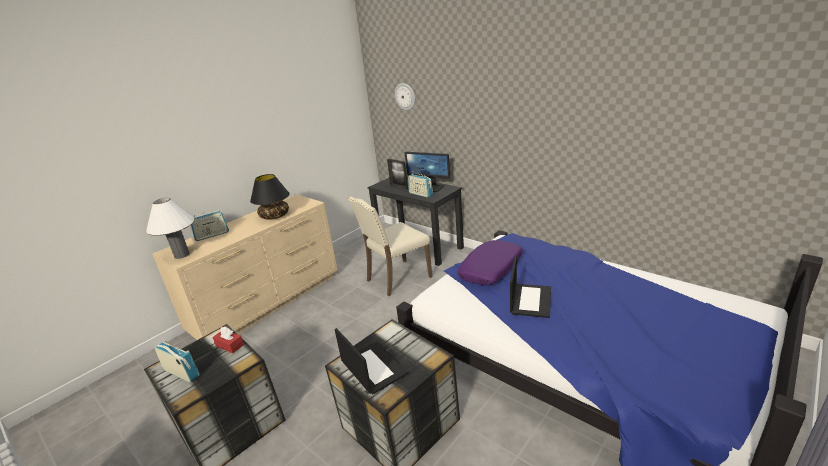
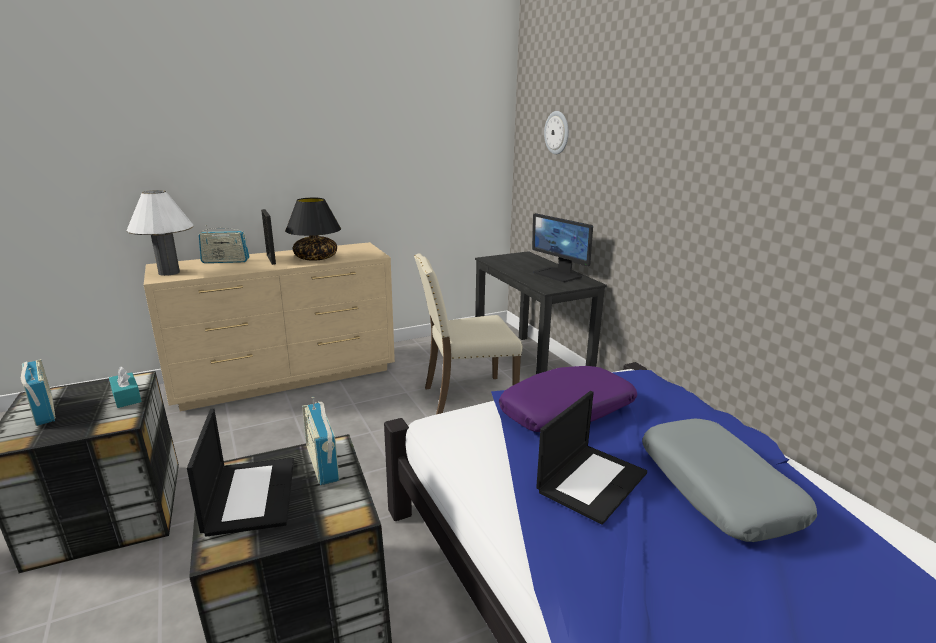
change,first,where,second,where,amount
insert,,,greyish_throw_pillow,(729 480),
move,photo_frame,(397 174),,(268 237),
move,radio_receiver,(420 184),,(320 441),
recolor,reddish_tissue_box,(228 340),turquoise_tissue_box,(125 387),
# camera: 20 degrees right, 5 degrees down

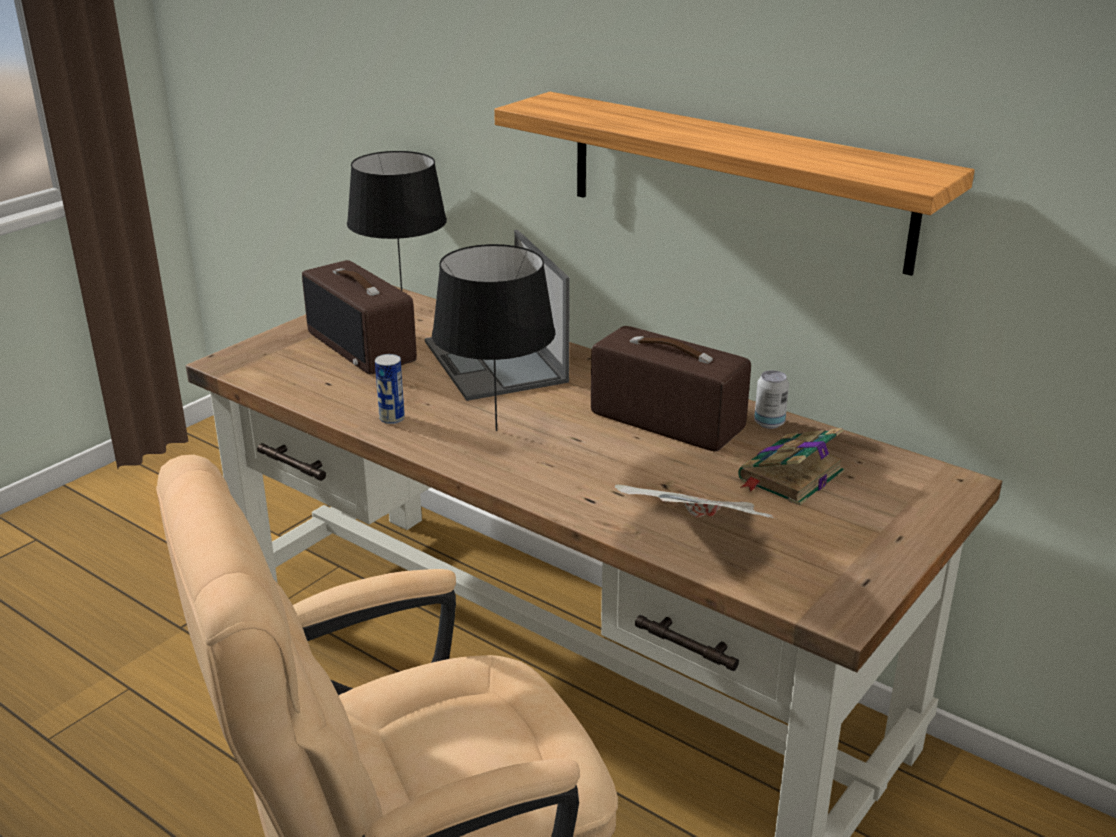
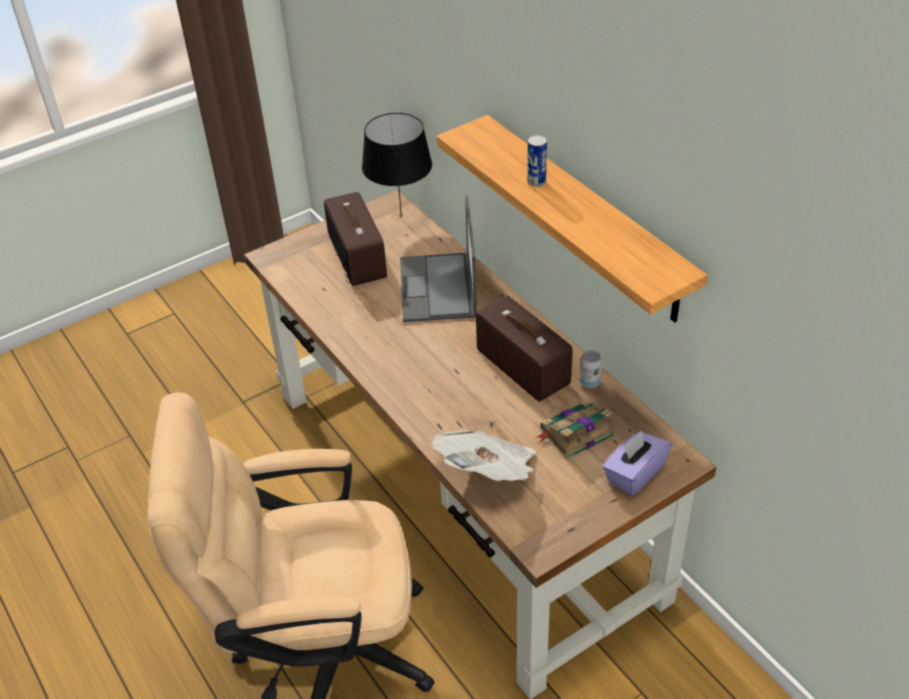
change,first,where,second,where,amount
delete,black_table_lamp,(493 337),,,
insert,,,purplish_tissue_box,(636 463),
move,sealed_can,(390 389),,(537 161),
# camera: 20 degrees right, 15 degrees up

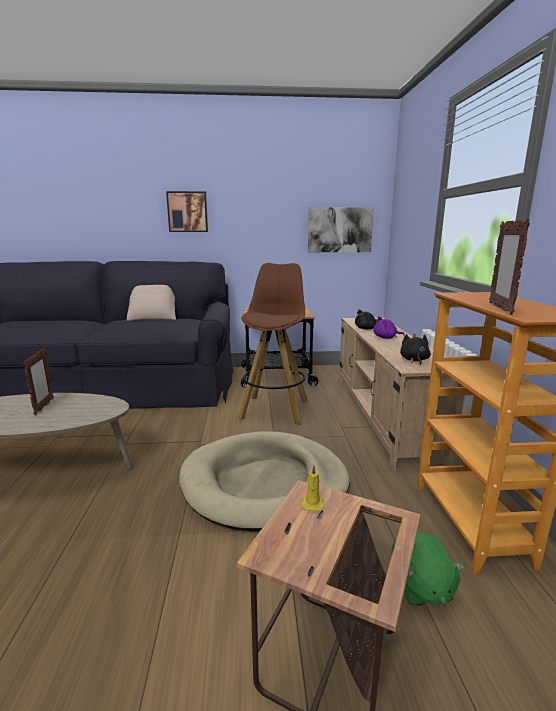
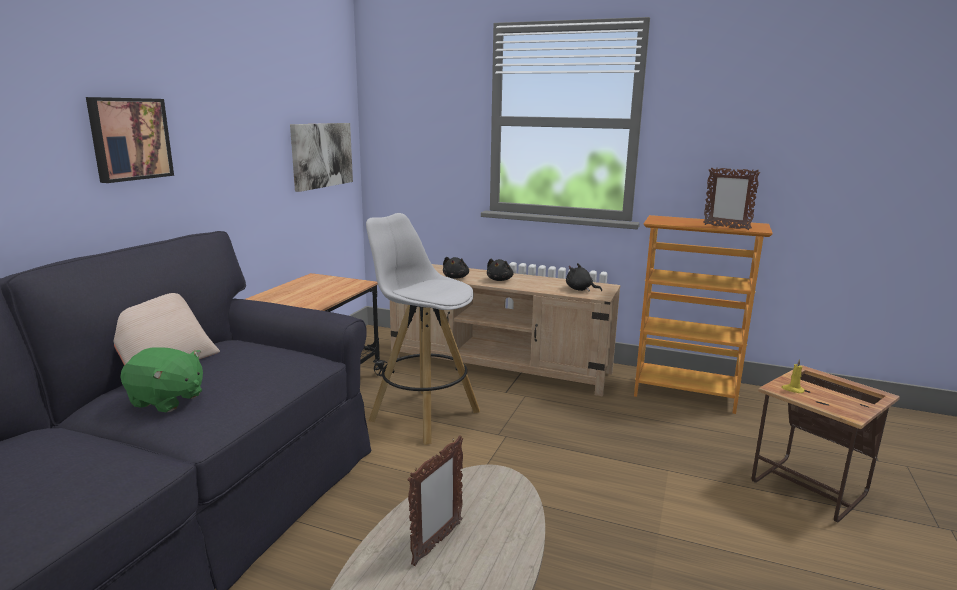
change,first,where,second,where,amount
delete,sand-coloured_dog_bed,(264 481),,,
move,green_plush_toy,(428 569),,(161 379),
recolor,brownish_stool_seat,(272 343),white_stool_seat,(423 329),
recolor,purplish_plush_toy,(389 327),black_plush_toy,(500 270),
rotate,photo_frame,(38 381),,(435 500),105 degrees clockwise
# camera: 65 degrees left, 0 degrees up

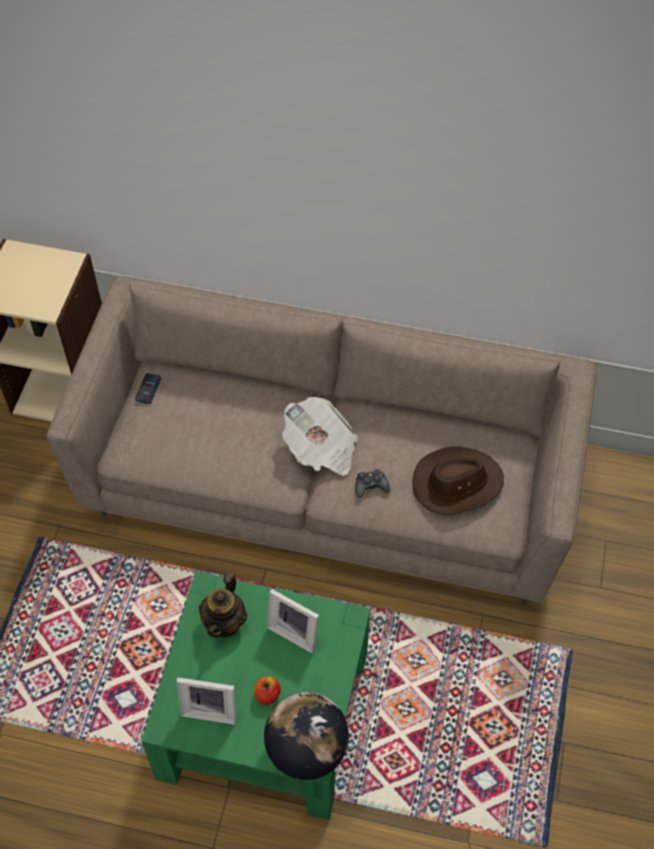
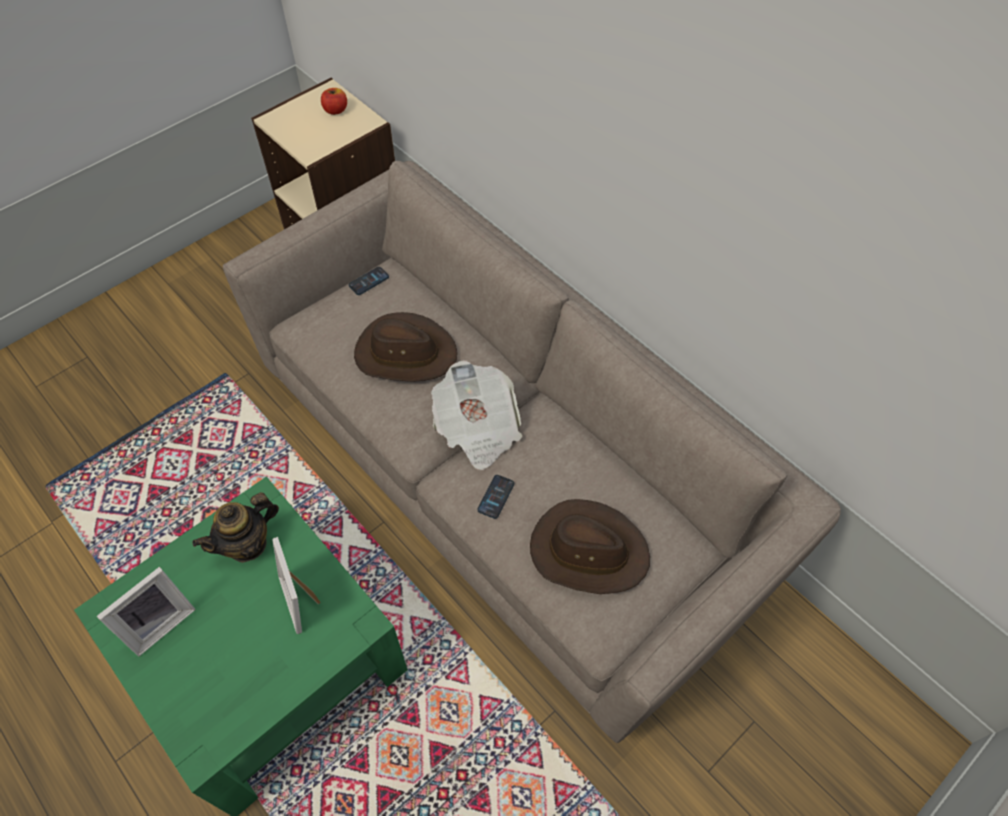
change,first,where,second,where,amount
delete,desk_globe,(306 736),,,
insert,,,brownish_hat,(405 347),
move,apple,(267 690),,(334 101),
replace,black_gamepad,(372 483),telephone,(496 497),
rotate,photo_frame,(207 701),,(146 612),90 degrees counterclockwise
# camera: 35 degrees right, 0 degrees up

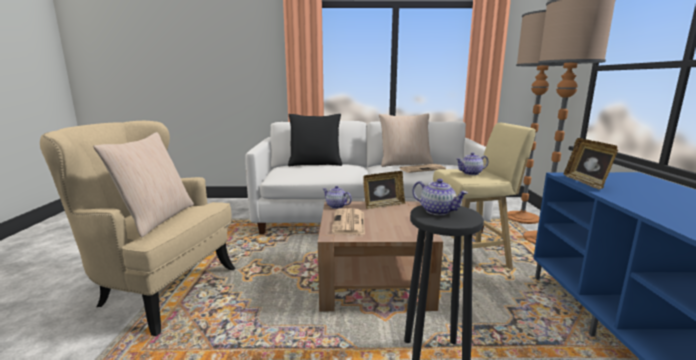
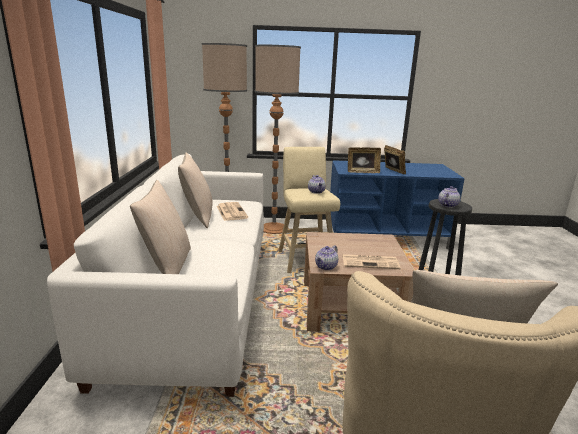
change,first,where,second,where,amount
move,photo_frame,(384 190),,(395 159),
recolor,black_throw_pillow,(315 140),sand-coloured_throw_pillow,(160 227),
# camera: 90 degrees left, 5 degrees up

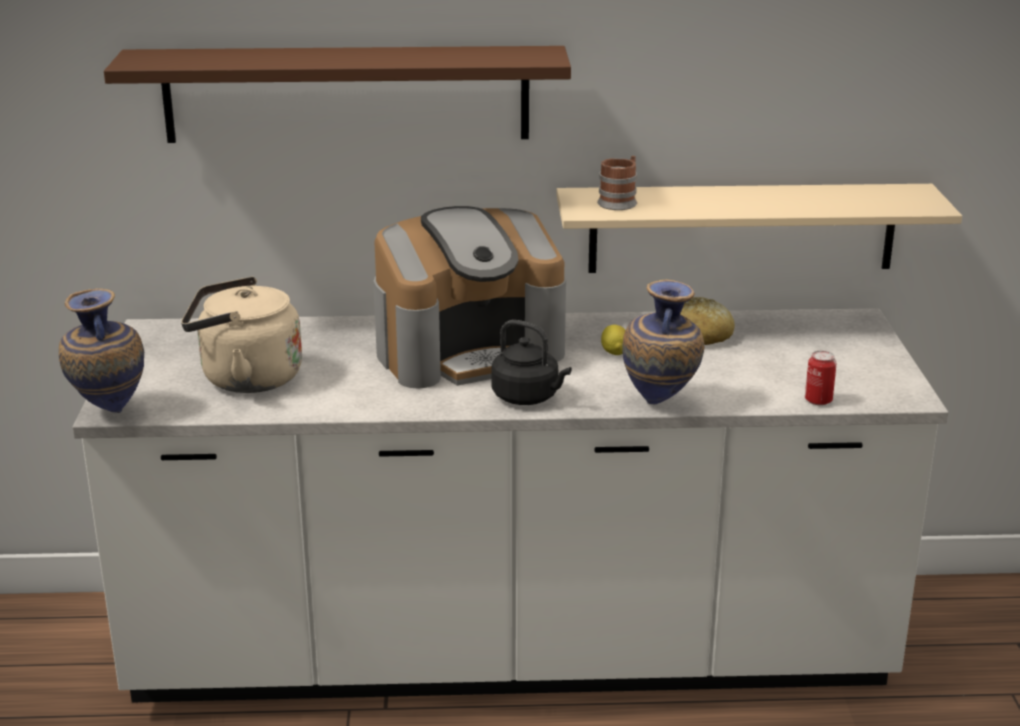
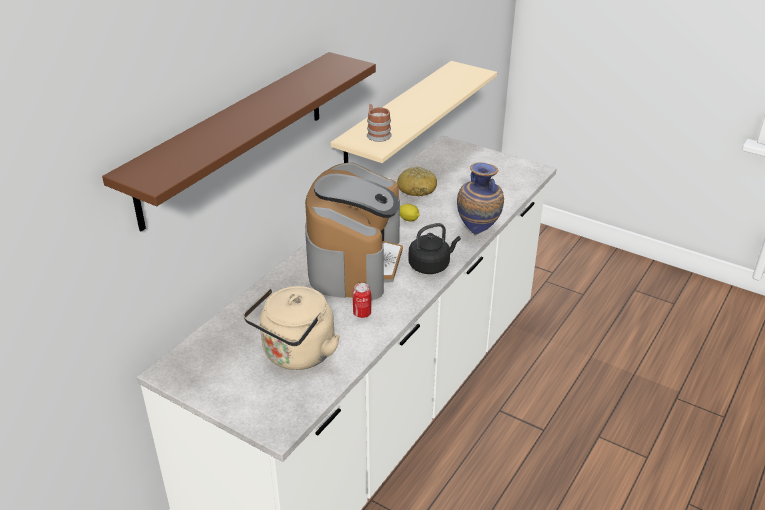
change,first,where,second,where,amount
delete,decorative_vase,(101 350),,,
move,sealed_can,(821 378),,(362 300),
# camera: 55 degrees left, 10 degrees up

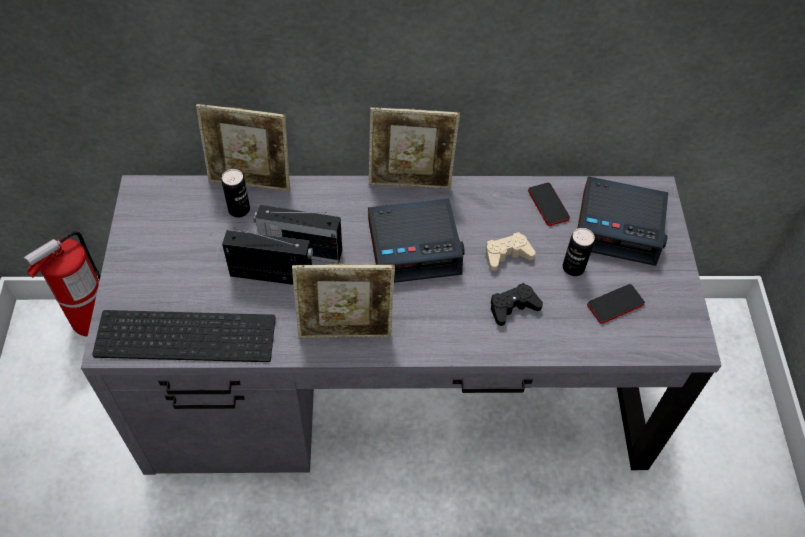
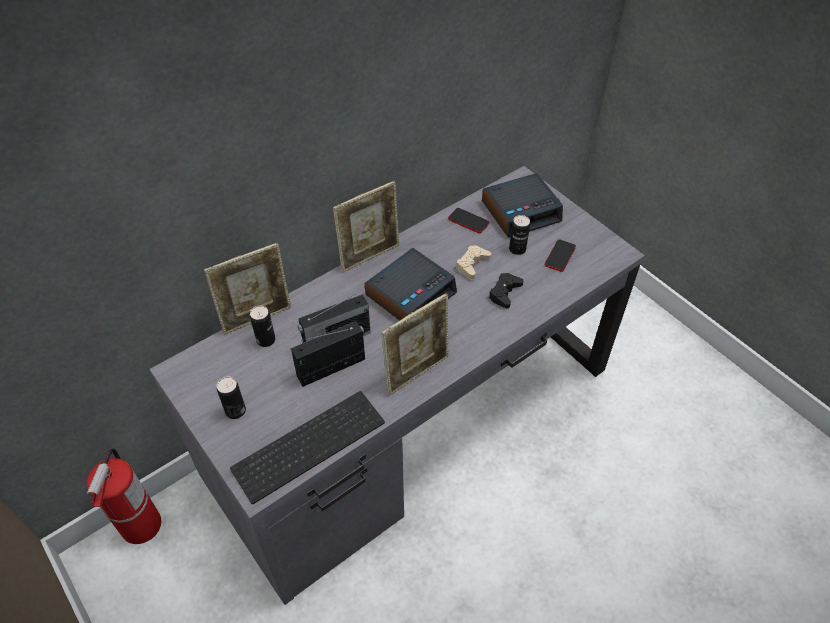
change,first,where,second,where,amount
insert,,,sealed_can,(231 398),
# camera: 35 degrees left, 5 degrees down

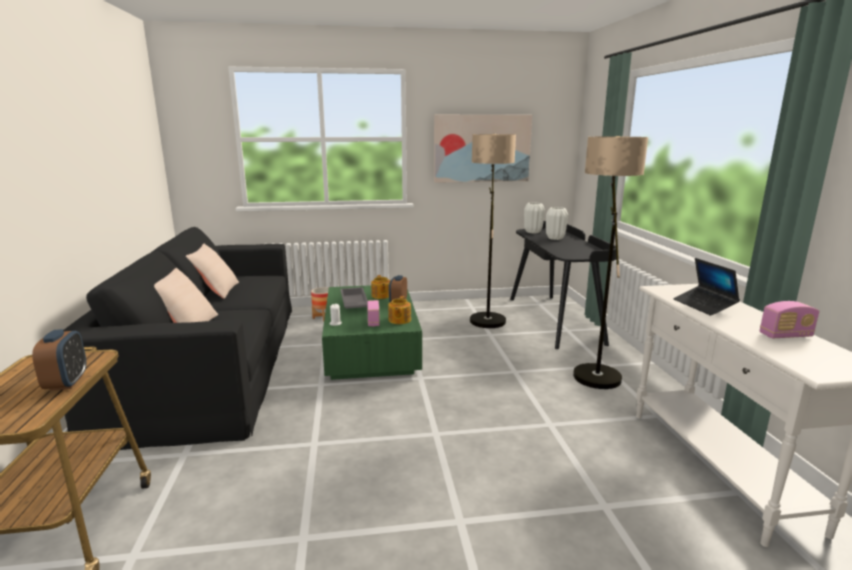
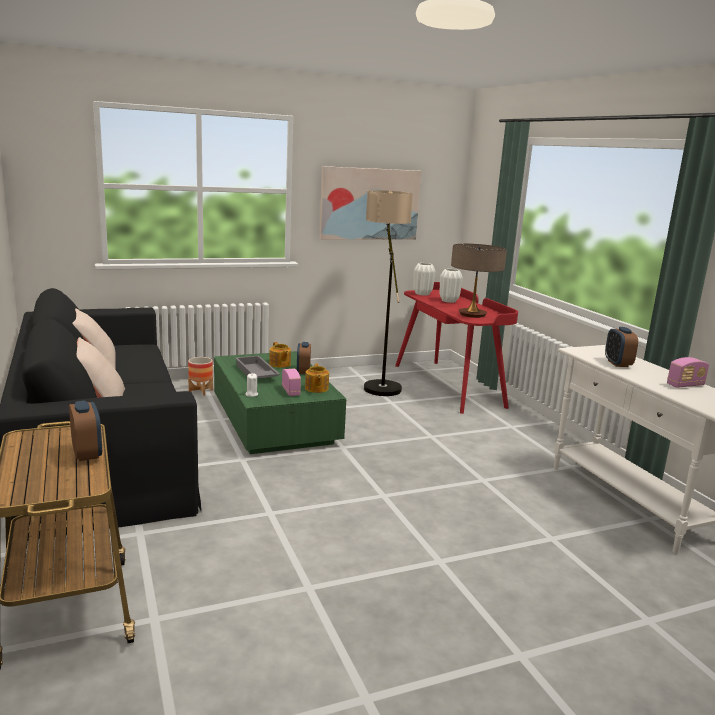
change,first,where,second,where,amount
delete,standard_lamp,(610 262),,,
insert,,,table_lamp,(479 281),
replace,portable_computer,(707 287),bedside_clock,(621 347),
recolor,black_desk,(563 285),reddish_desk,(456 348),
# camera: 15 degrees left, 0 degrees up

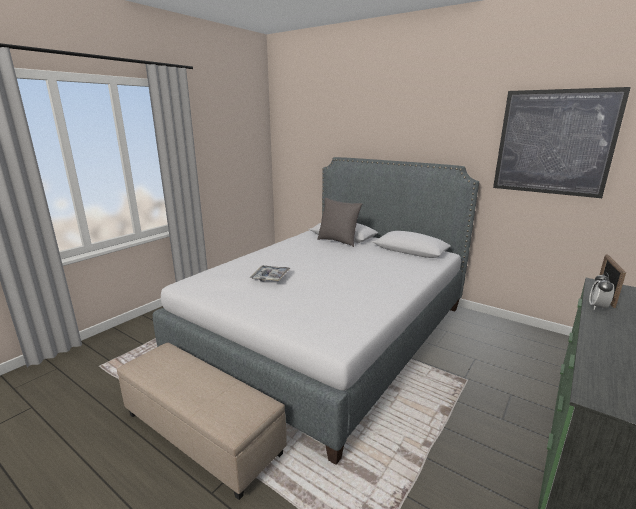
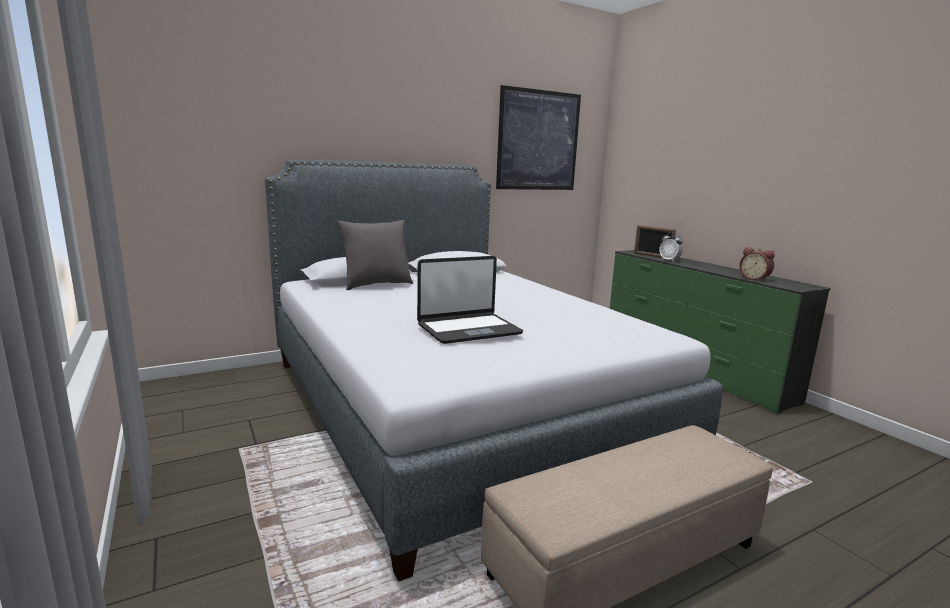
change,first,where,second,where,amount
insert,,,bedside_clock,(757 264),
replace,carrying_tray,(269 273),portable_computer,(470 300),
# camera: 65 degrees left, 5 degrees down

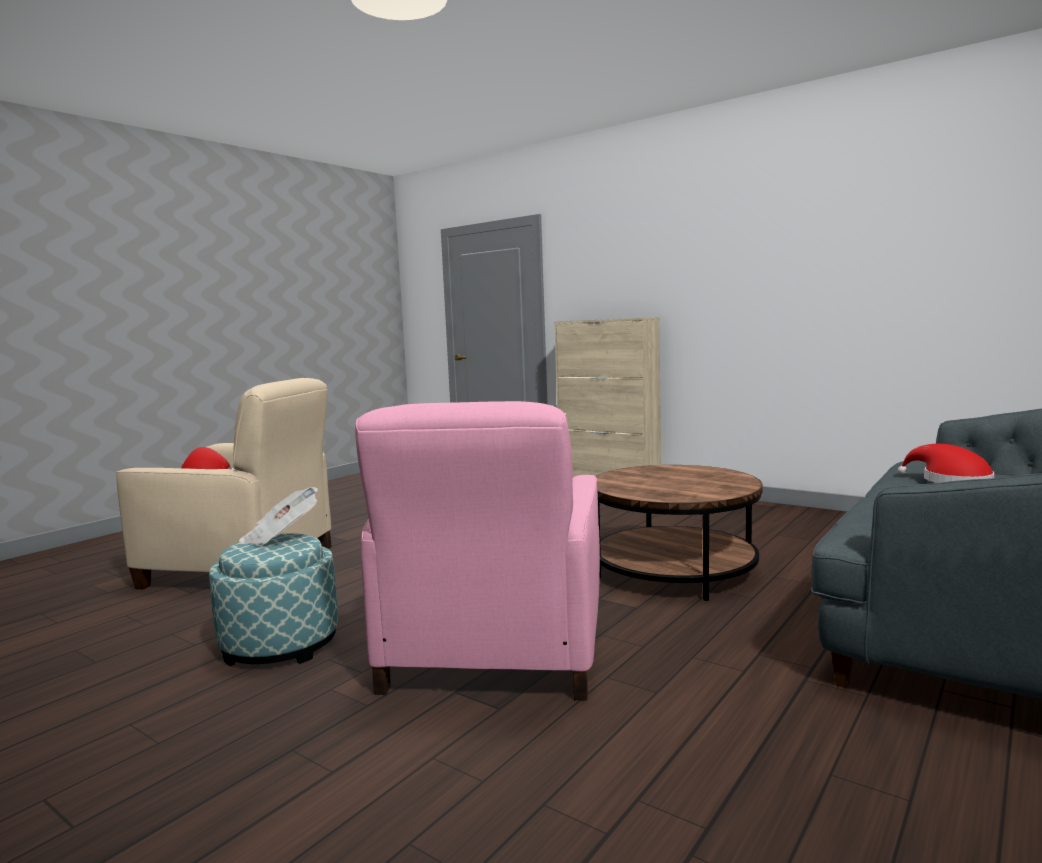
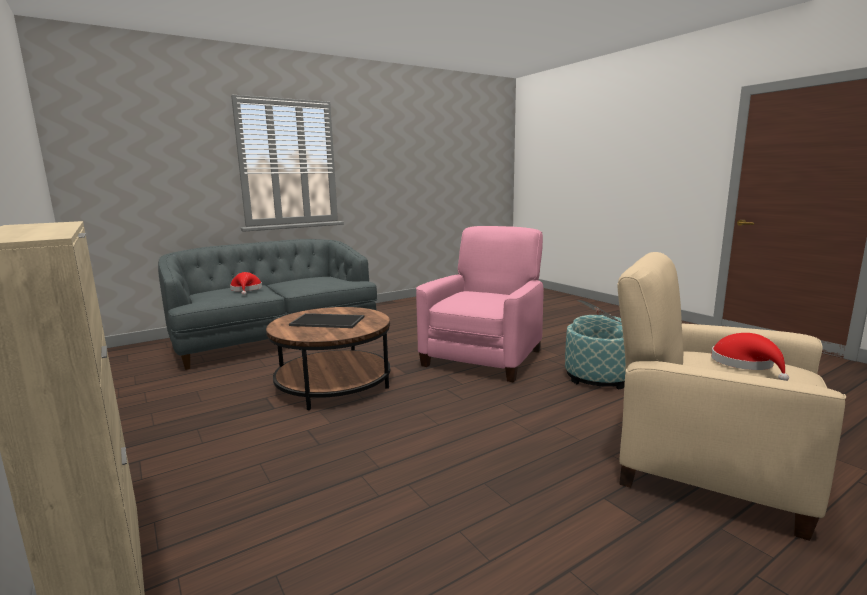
change,first,where,second,where,amount
insert,,,carrying_tray,(326 320),
# camera: 160 degrees left, 5 degrees up

